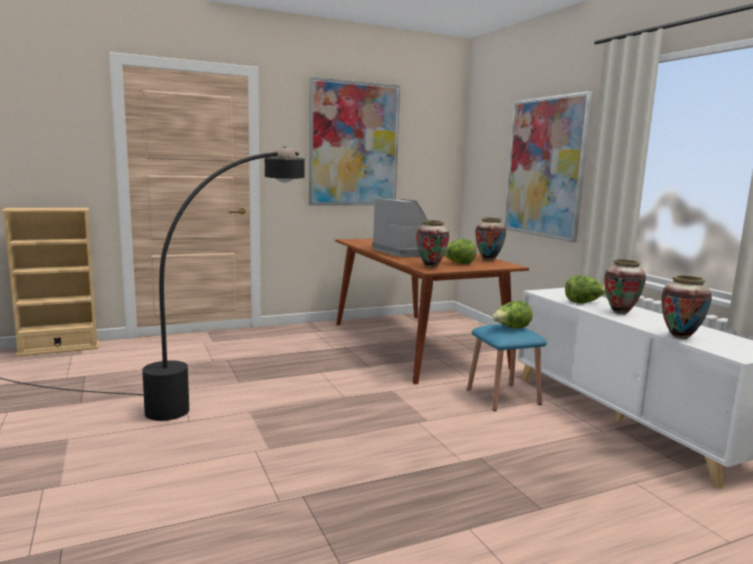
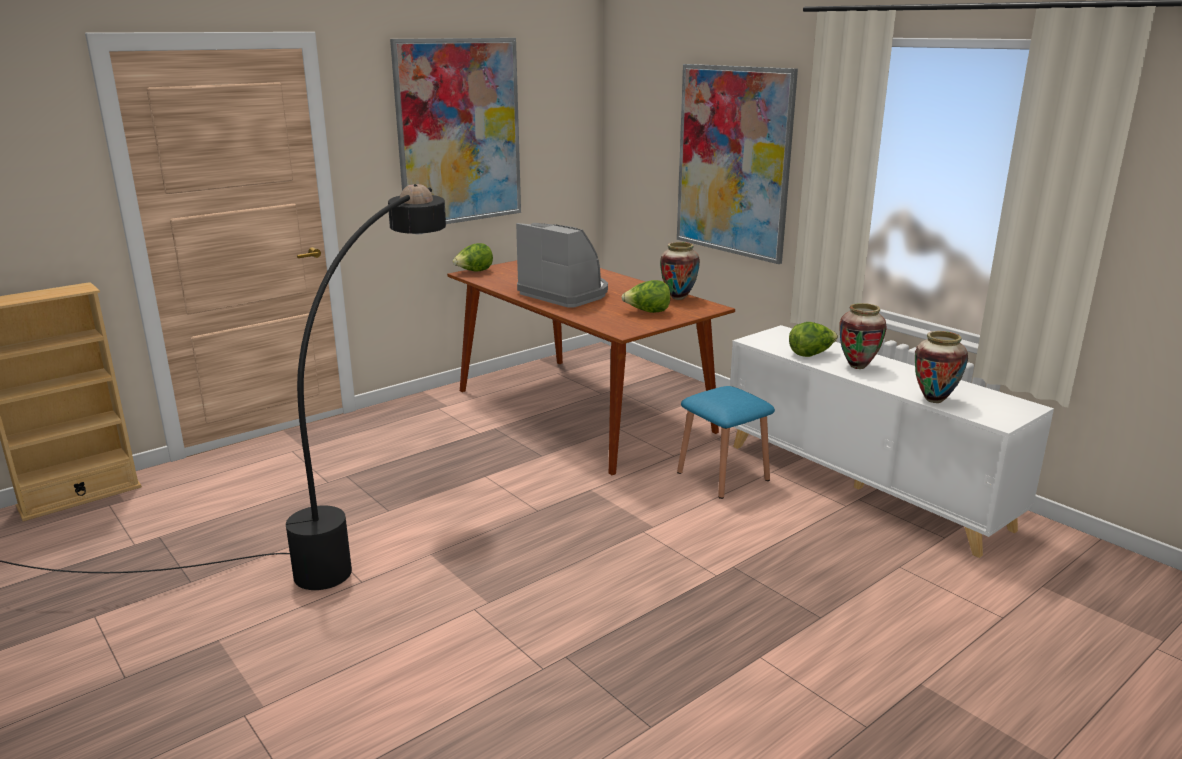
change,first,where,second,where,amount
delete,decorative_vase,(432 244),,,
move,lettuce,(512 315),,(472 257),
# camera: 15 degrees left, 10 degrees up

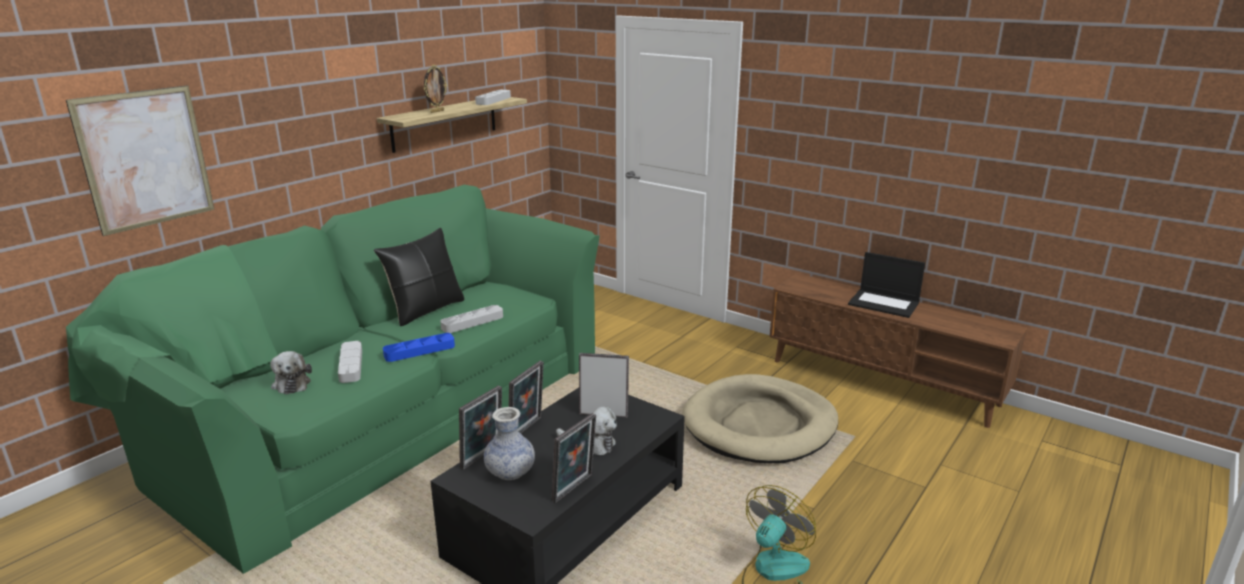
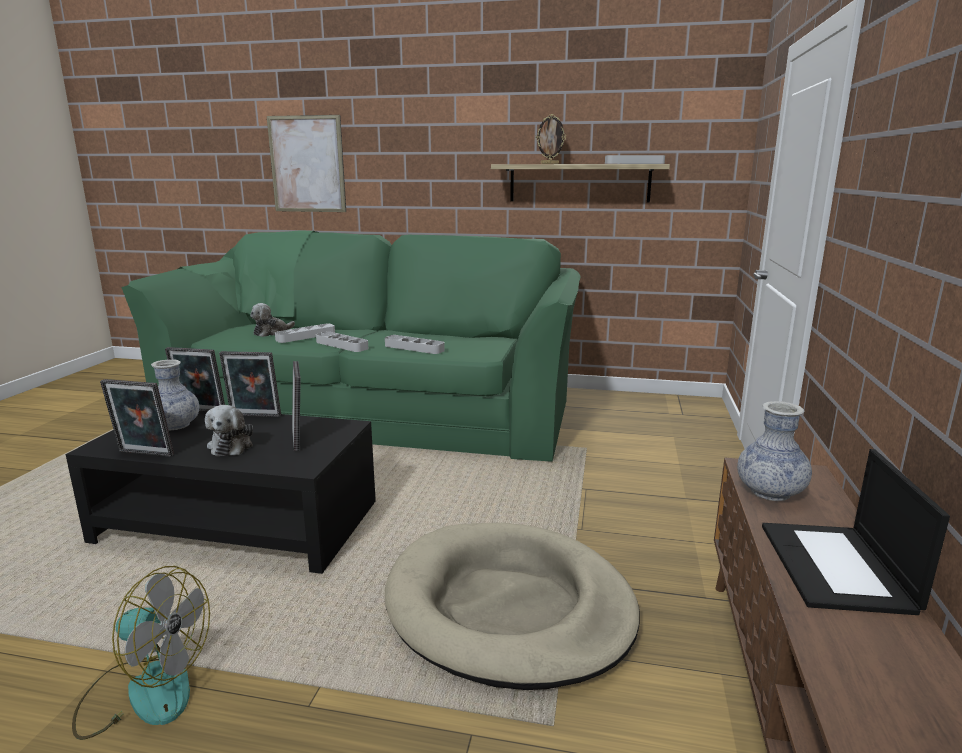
change,first,where,second,where,amount
delete,black_throw_pillow,(419 277),,,
insert,,,decorative_vase,(774 451),
recolor,bluish_carrying_tray,(419 347),greyish_carrying_tray,(342 341),
# camera: 65 degrees right, 5 degrees down

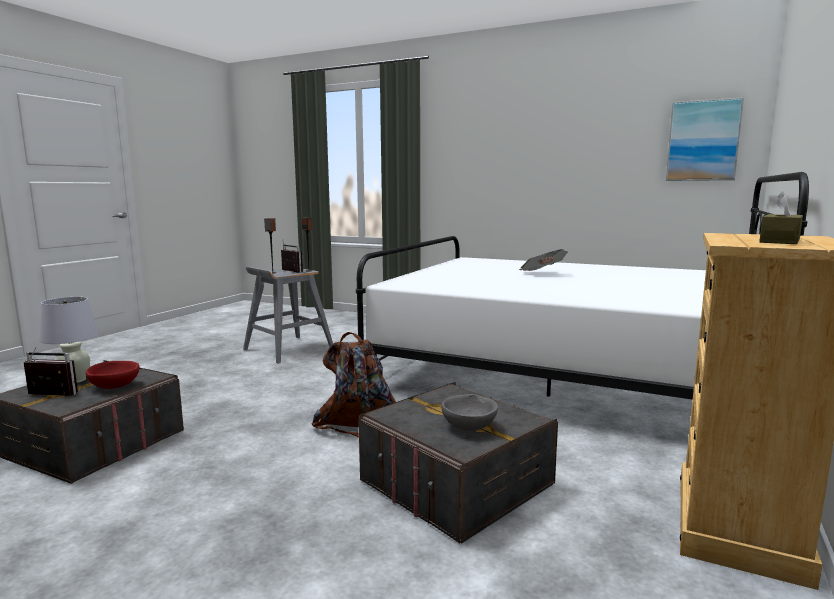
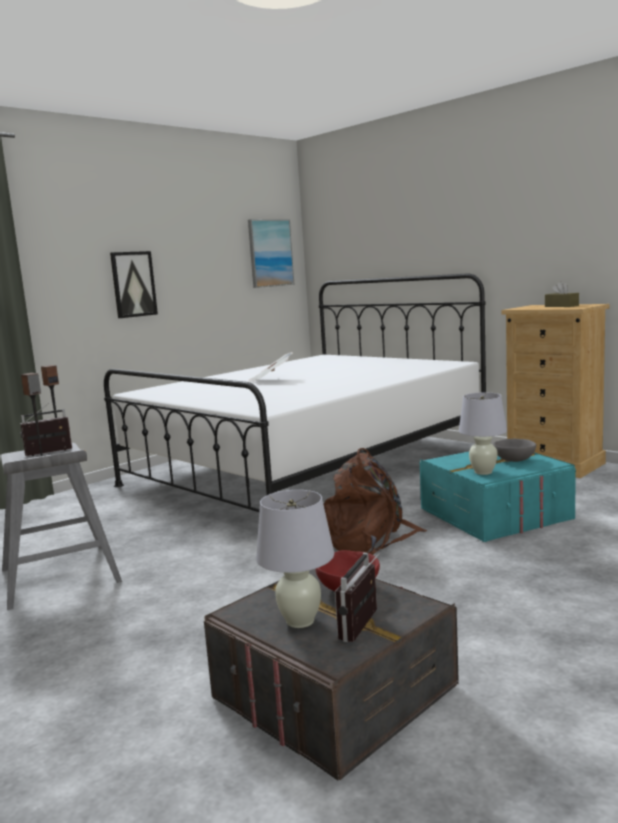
change,first,where,second,where,amount
insert,,,wall_art,(134 284),
insert,,,white_table_lamp,(483 433),
recolor,greyish_storage_container,(458 463),turquoise_storage_container,(498 497),
# camera: 70 degrees left, 0 degrees up

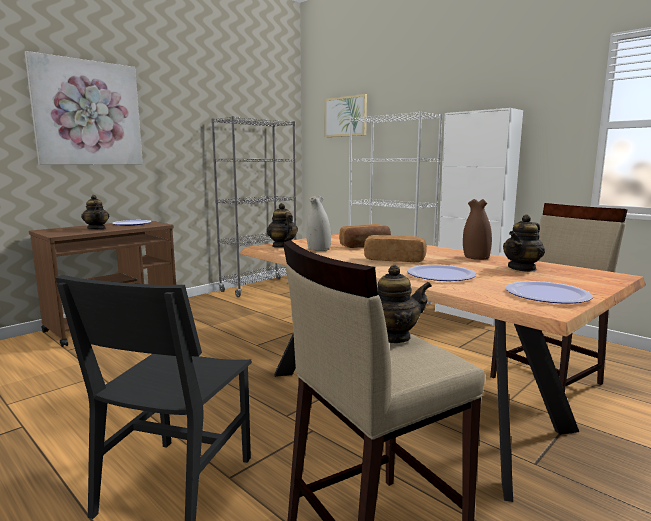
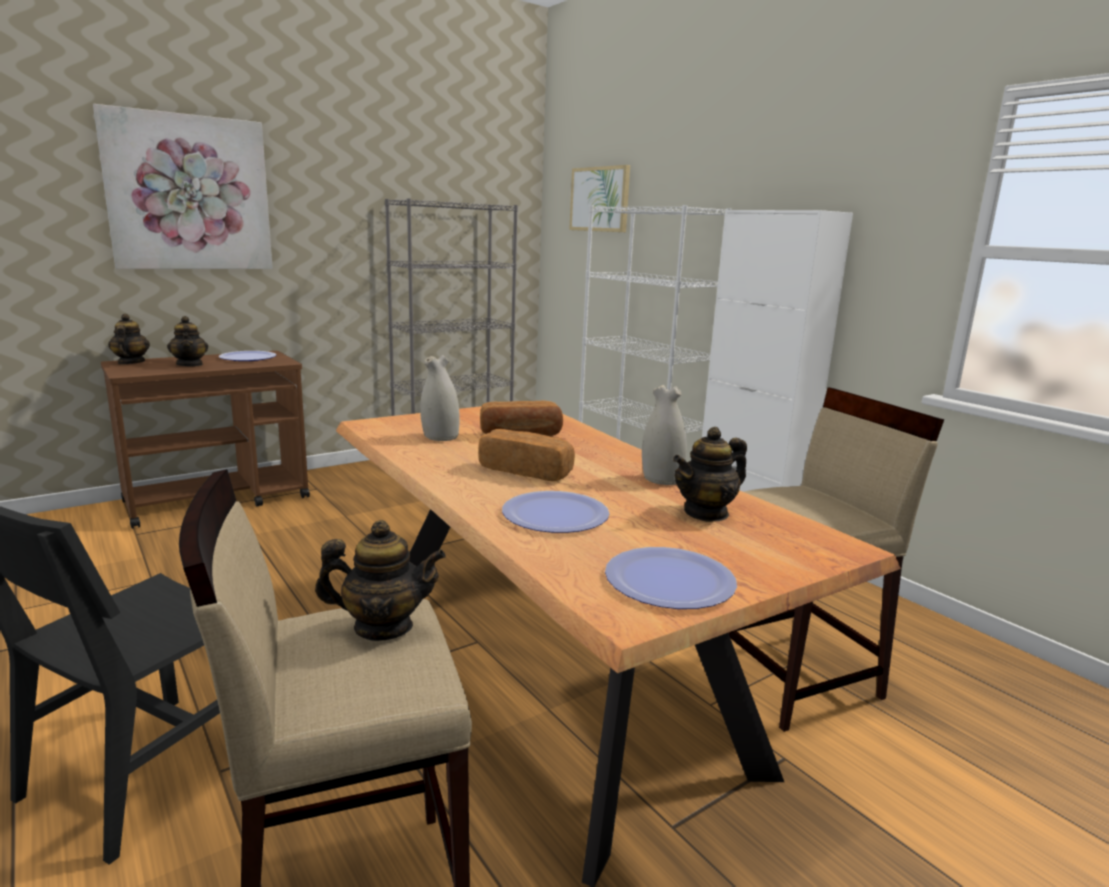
change,first,where,second,where,amount
move,pot_for_tea,(282 225),,(129 339),
recolor,brownish_decorative_vase,(477 229),white_decorative_vase,(664 435),
# camera: 10 degrees right, 5 degrees up

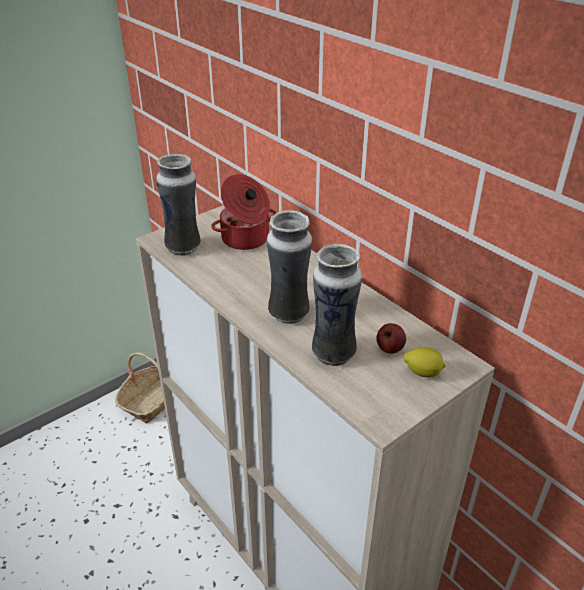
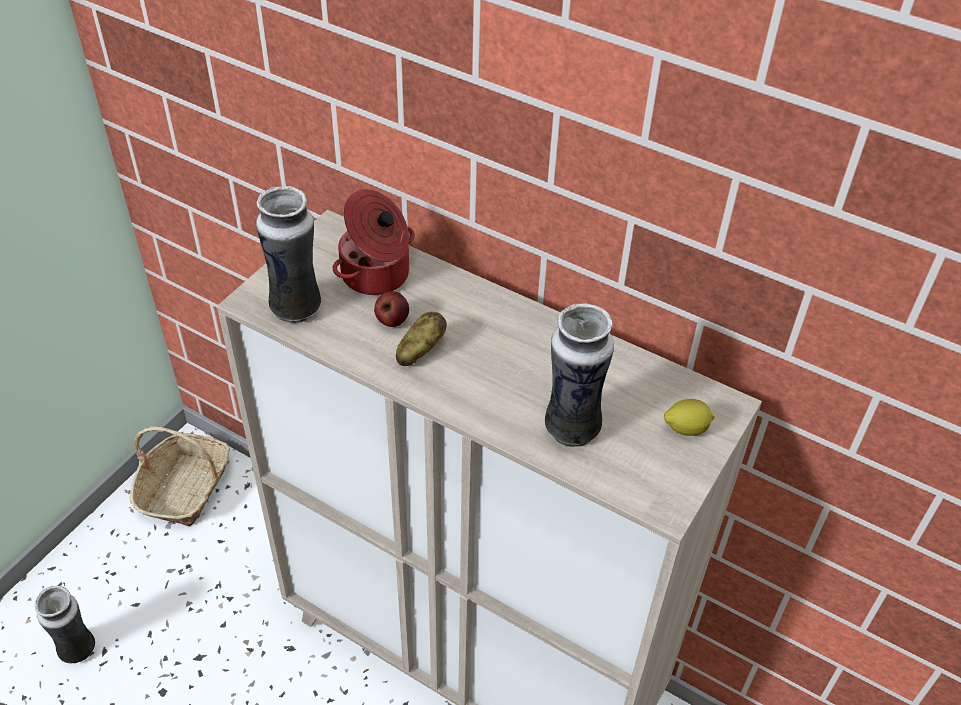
change,first,where,second,where,amount
insert,,,spud,(421 339),
move,decorative_vase,(289 267),,(65 625),
move,apple,(391 338),,(391 309),
# camera: 20 degrees left, 10 degrees up

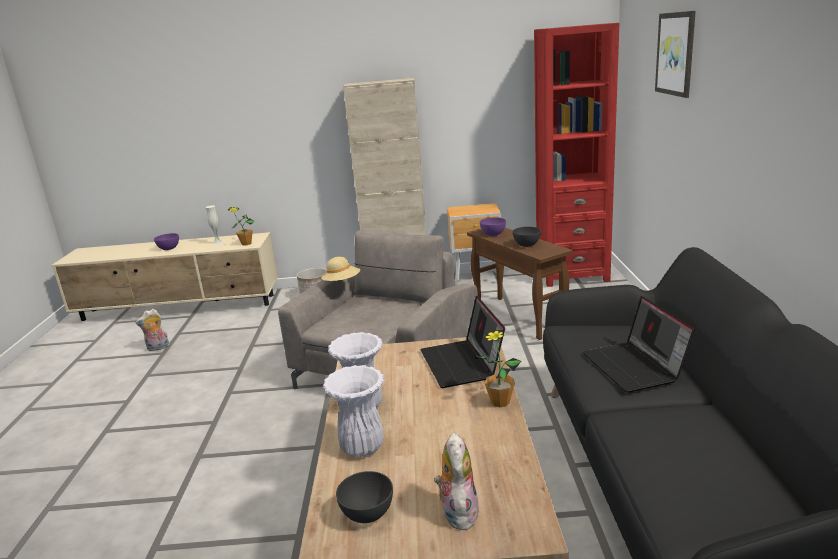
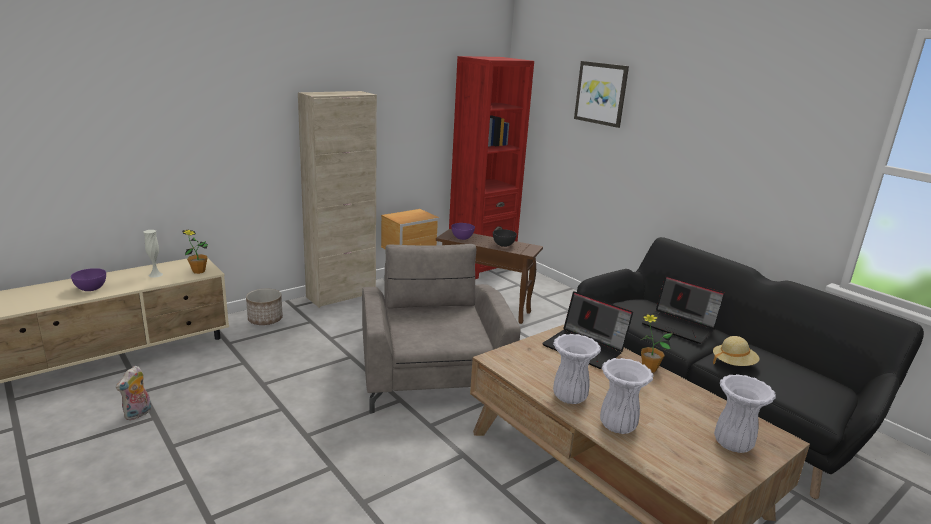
change,first,where,second,where,amount
delete,greyish_bowl,(364 497),,,
move,sand-coloured_hat,(340 269),,(736 351),
replace,plush_toy,(456 481),white_decorative_vase,(745 413),
# camera: 40 degrees left, 0 degrees up

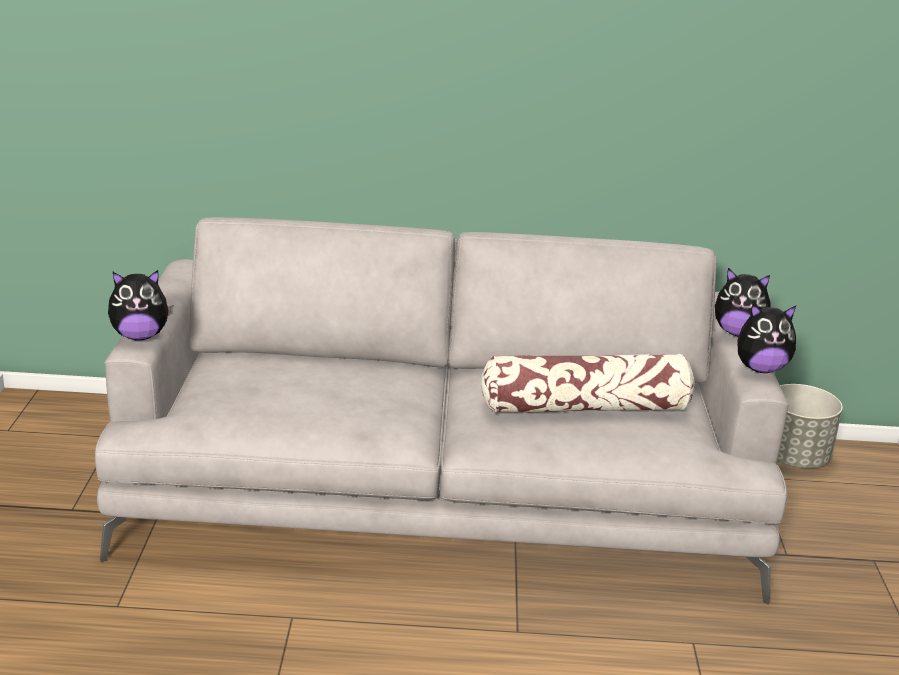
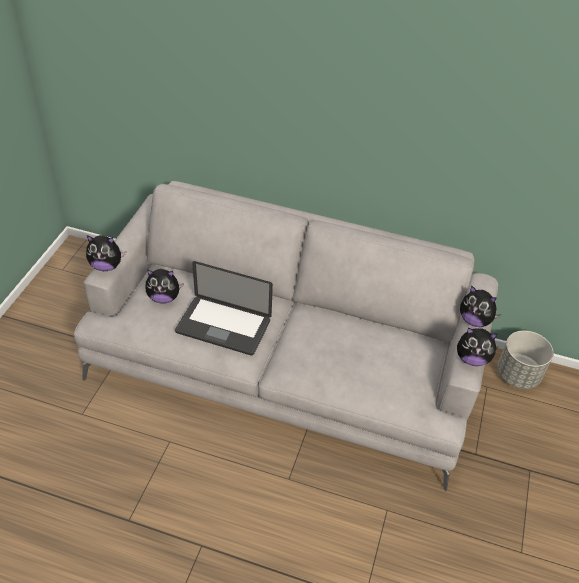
change,first,where,second,where,amount
delete,throw_pillow,(587 383),,,
insert,,,plush_toy,(164 286),
insert,,,portable_computer,(224 308),
# camera: 15 degrees right, 20 degrees up

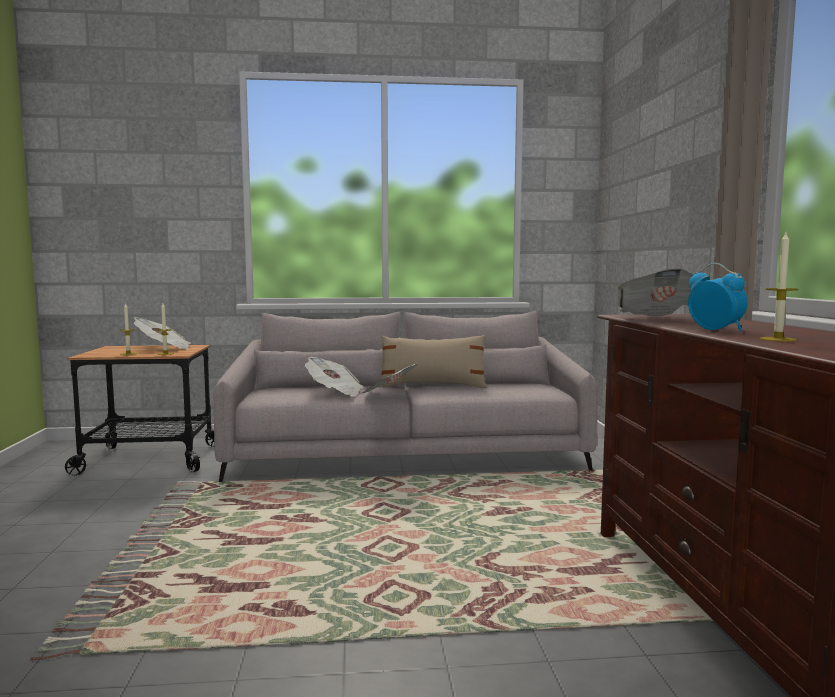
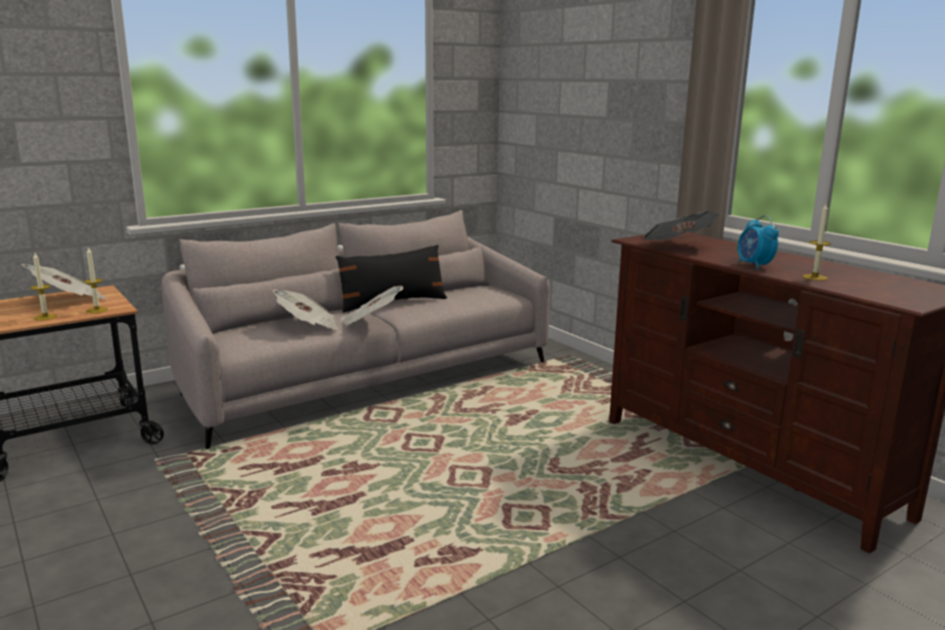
change,first,where,second,where,amount
recolor,sand-coloured_throw_pillow,(433 361),black_throw_pillow,(391 279),
rotate,bedside_clock,(718 297),,(758 242),135 degrees counterclockwise
# camera: 30 degrees left, 10 degrees up

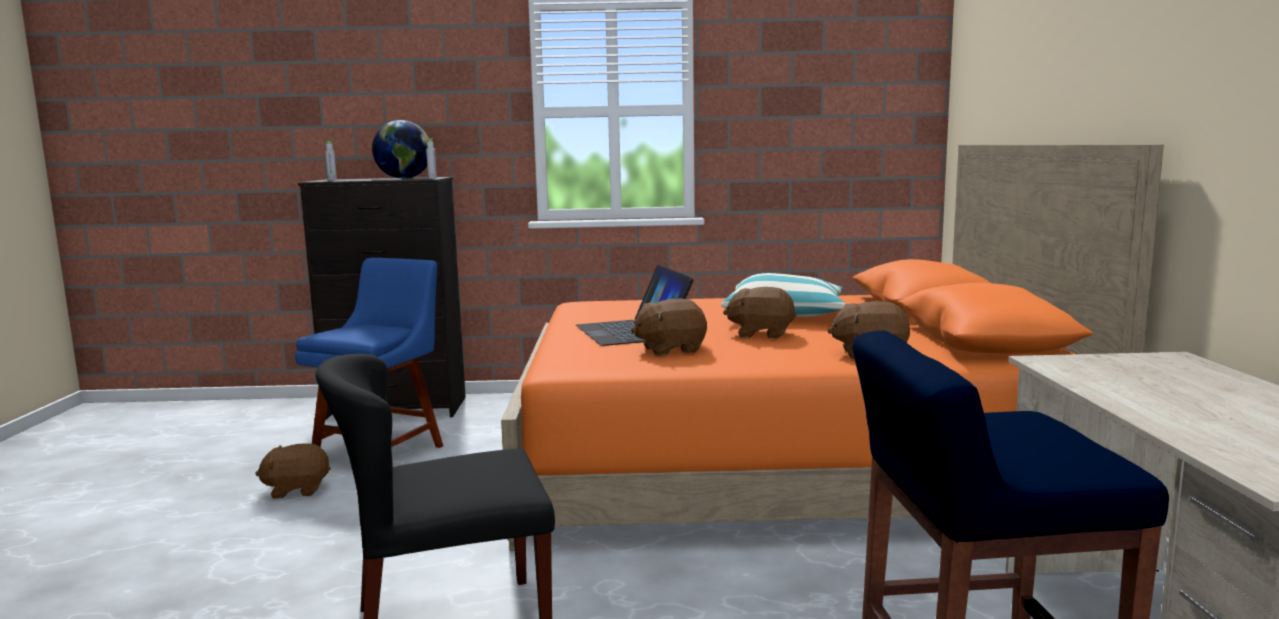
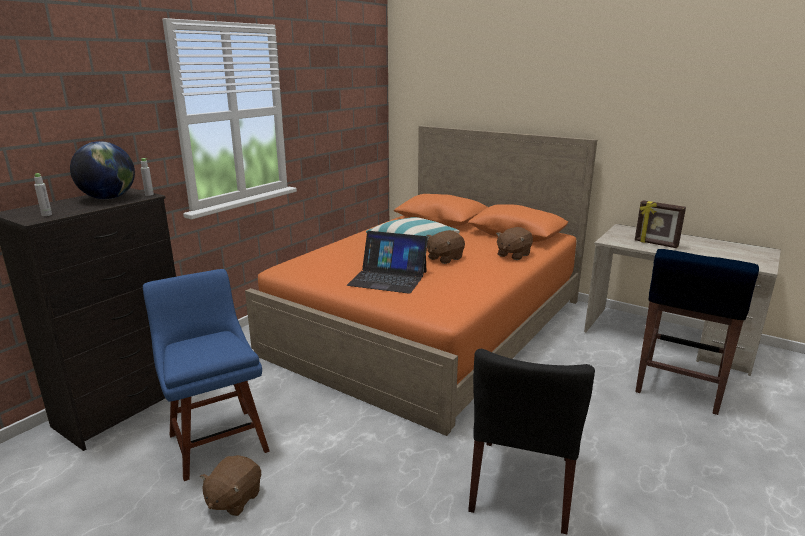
change,first,where,second,where,amount
delete,brownish_plush_toy,(669 327),,,
insert,,,photo_frame,(660 224),
# camera: 55 degrees left, 10 degrees up

